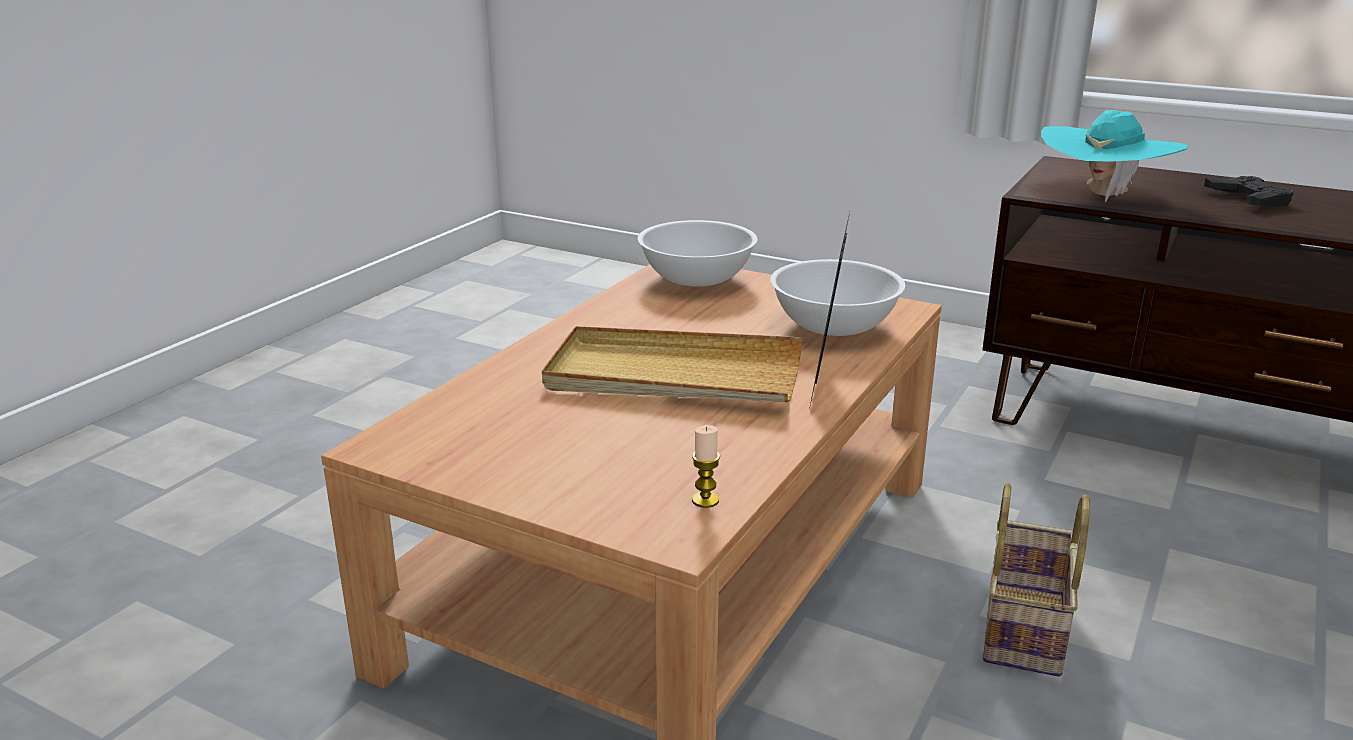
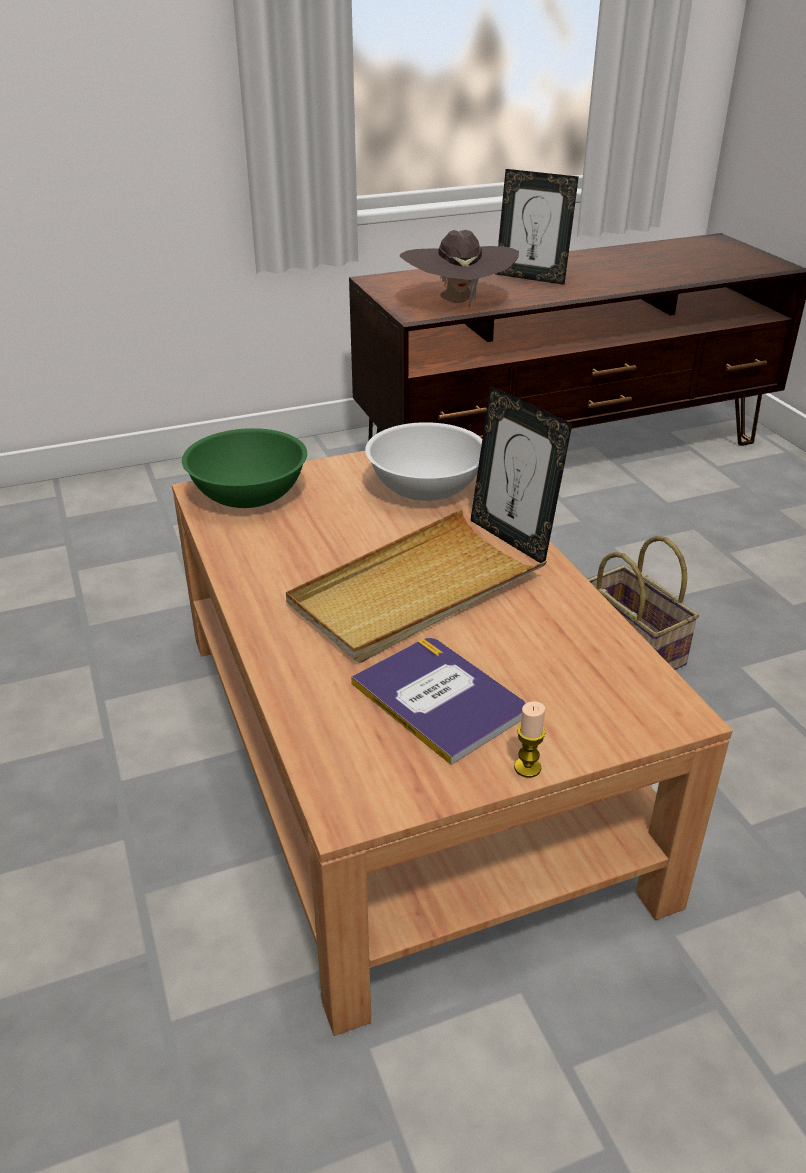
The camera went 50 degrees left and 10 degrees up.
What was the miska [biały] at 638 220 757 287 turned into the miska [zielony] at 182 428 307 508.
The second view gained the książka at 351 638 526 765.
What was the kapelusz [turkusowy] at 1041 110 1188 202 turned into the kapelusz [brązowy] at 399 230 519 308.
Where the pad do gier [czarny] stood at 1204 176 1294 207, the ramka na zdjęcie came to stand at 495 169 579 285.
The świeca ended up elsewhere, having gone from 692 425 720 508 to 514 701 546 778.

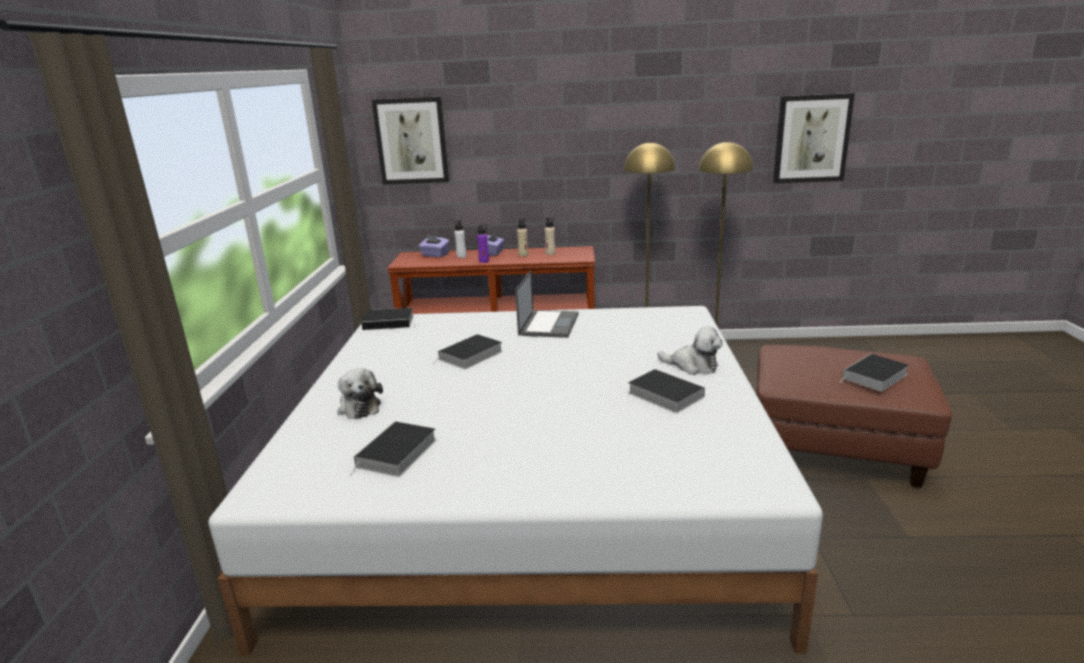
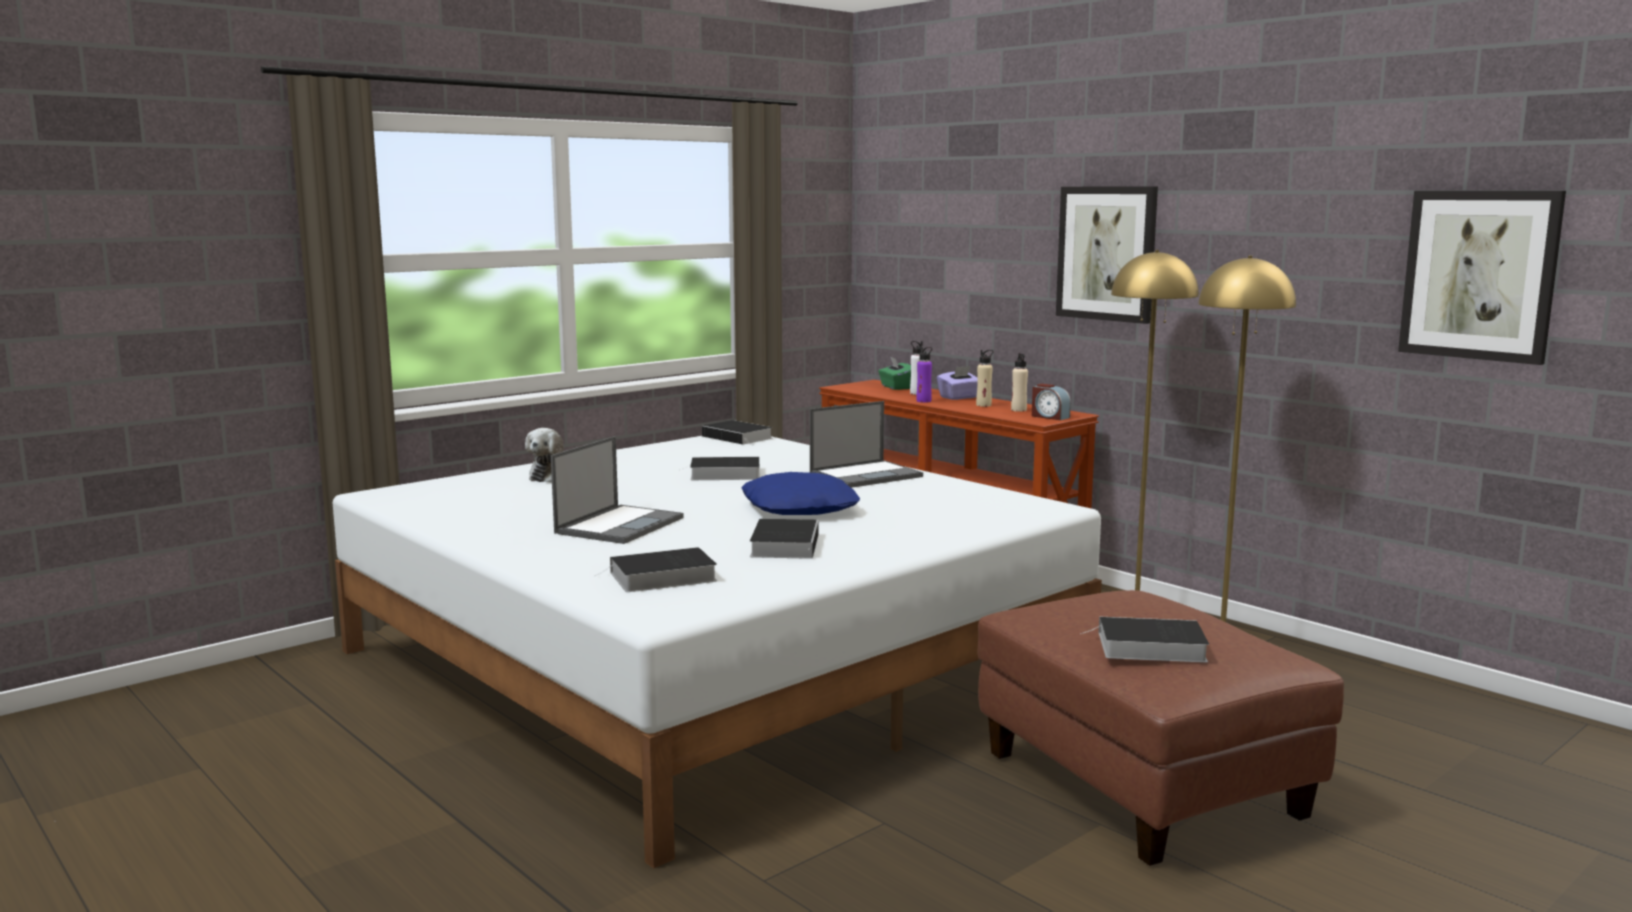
The camera went 45 degrees right and 10 degrees down.
The second view gained the laptop at 551 436 684 544.
The książka ended up elsewhere, having gone from 350 421 436 477 to 594 547 717 592.
The second view gained the poduszka [niebieski] at 741 472 860 515.
What was the pudełko chusteczek [fioletowy] at 418 234 450 257 turned into the pudełko chusteczek [zielony] at 878 357 911 390.
The second view gained the budzik at 1032 384 1071 420.
The obraz ended up elsewhere, having gone from 372 97 449 185 to 1056 186 1158 324.
The second view lost the pluszak at 657 327 723 375.

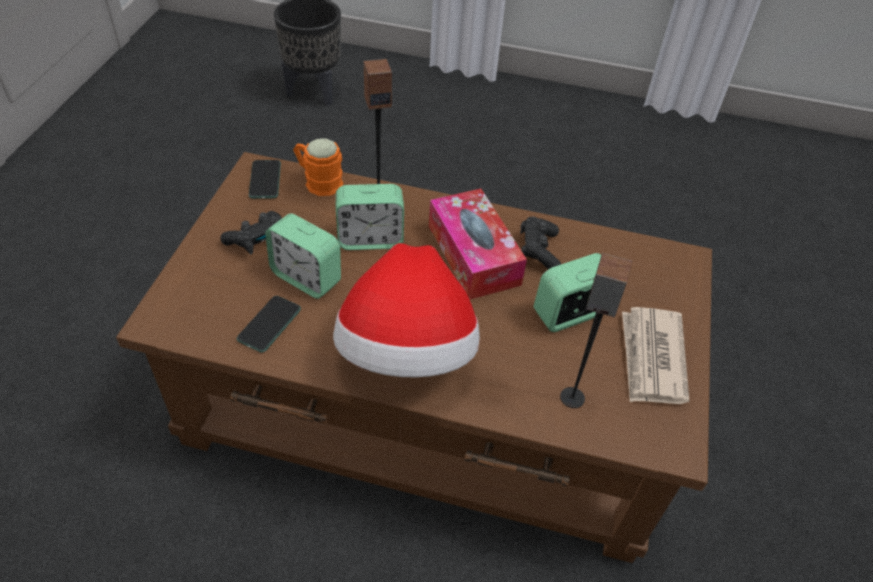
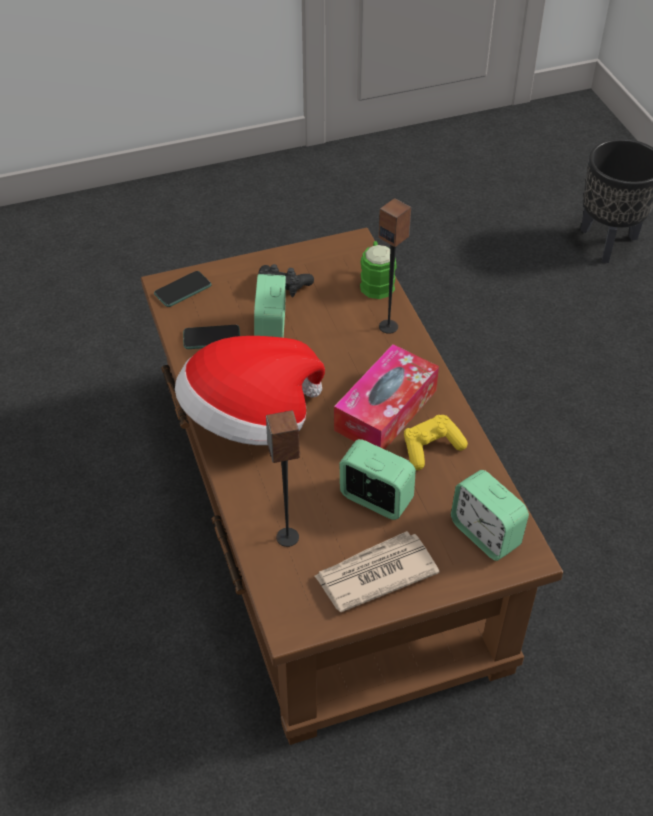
The camera went 60 degrees right and 0 degrees up.
The telefon ended up elsewhere, having gone from 249 160 281 199 to 154 271 212 307.
What was the kubek [pomarańczowy] at 293 138 343 196 turned into the kubek [zielony] at 360 241 396 299.
What was the pad do gier [czarny] at 520 217 561 269 turned into the pad do gier [żółty] at 404 415 468 470.
The budzik ended up elsewhere, having gone from 336 184 404 250 to 451 470 529 561.

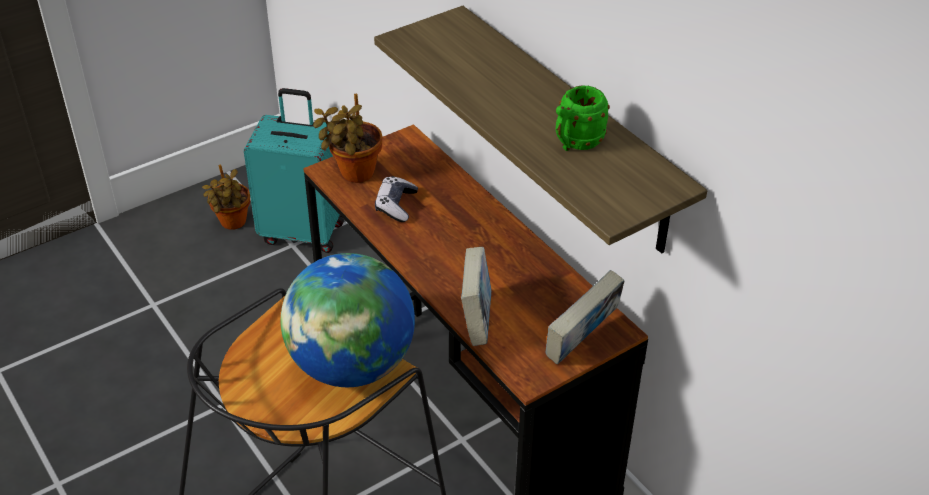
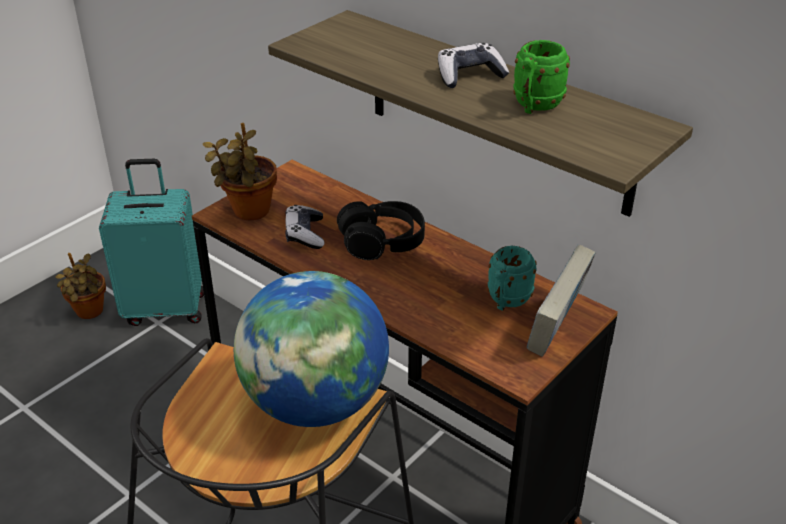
The camera went 15 degrees left and 5 degrees down.
The second view gained the słuchawki [czarny] at 337 201 425 260.
The second view gained the pad do gier at 438 43 509 88.
The second view gained the kubek [turkusowy] at 488 246 537 310.
The second view lost the książka at 461 247 491 346.

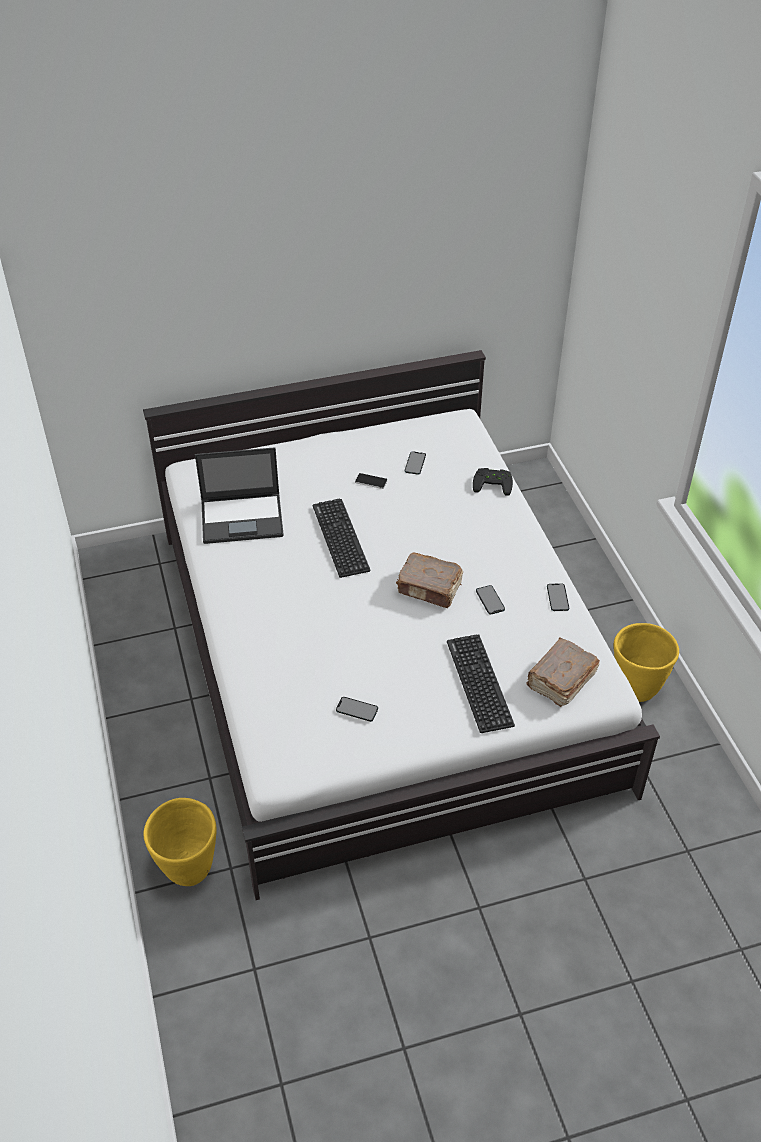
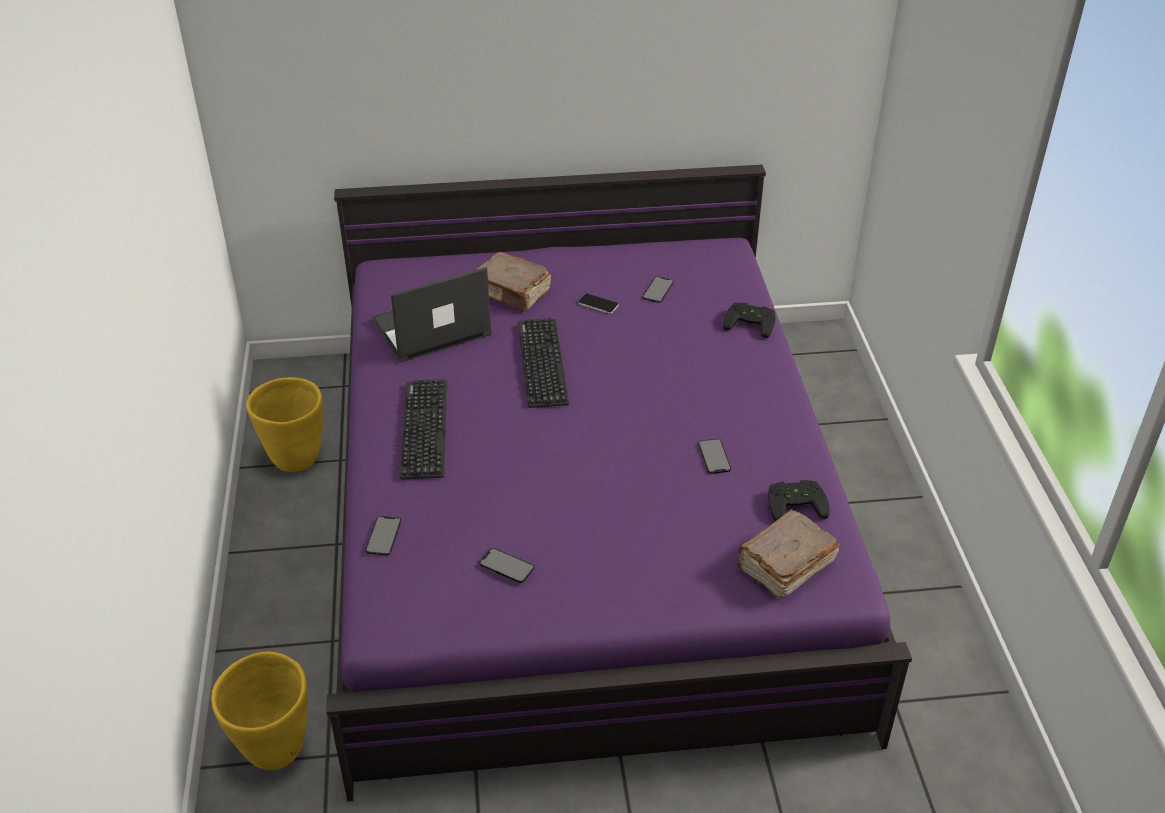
The camera went 10 degrees right and 5 degrees down.
The donica [żółty] ended up elsewhere, having gone from 614 623 679 702 to 246 377 323 472.
What was the łóżko [biały] at 143 350 660 900 turned into the łóżko [fioletowy] at 326 165 912 802.
The telefon ended up elsewhere, having gone from 547 583 569 611 to 366 516 401 556.
The laptop at 195 447 284 544 ended up facing another way, 150 degrees clockwise from before.
The klawiatura ended up elsewhere, having gone from 447 634 515 733 to 400 379 447 479.
The książka [brązowy] ended up elsewhere, having gone from 396 552 463 608 to 477 252 551 312.
The second view gained the pad do gier [czarny] at 768 480 830 521.

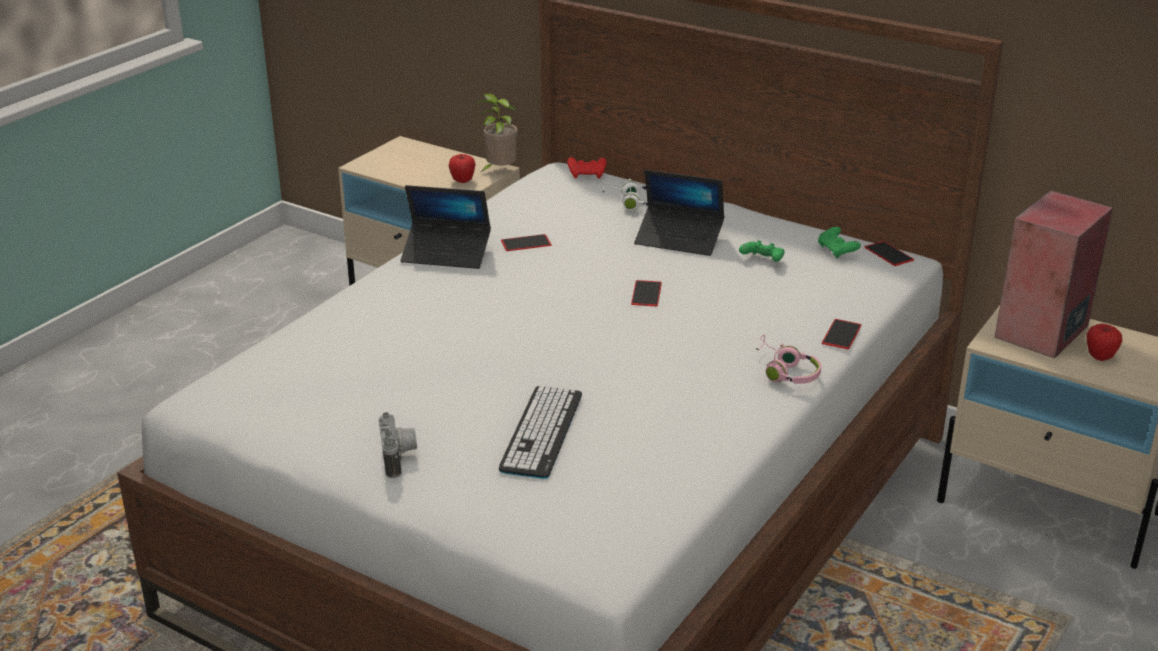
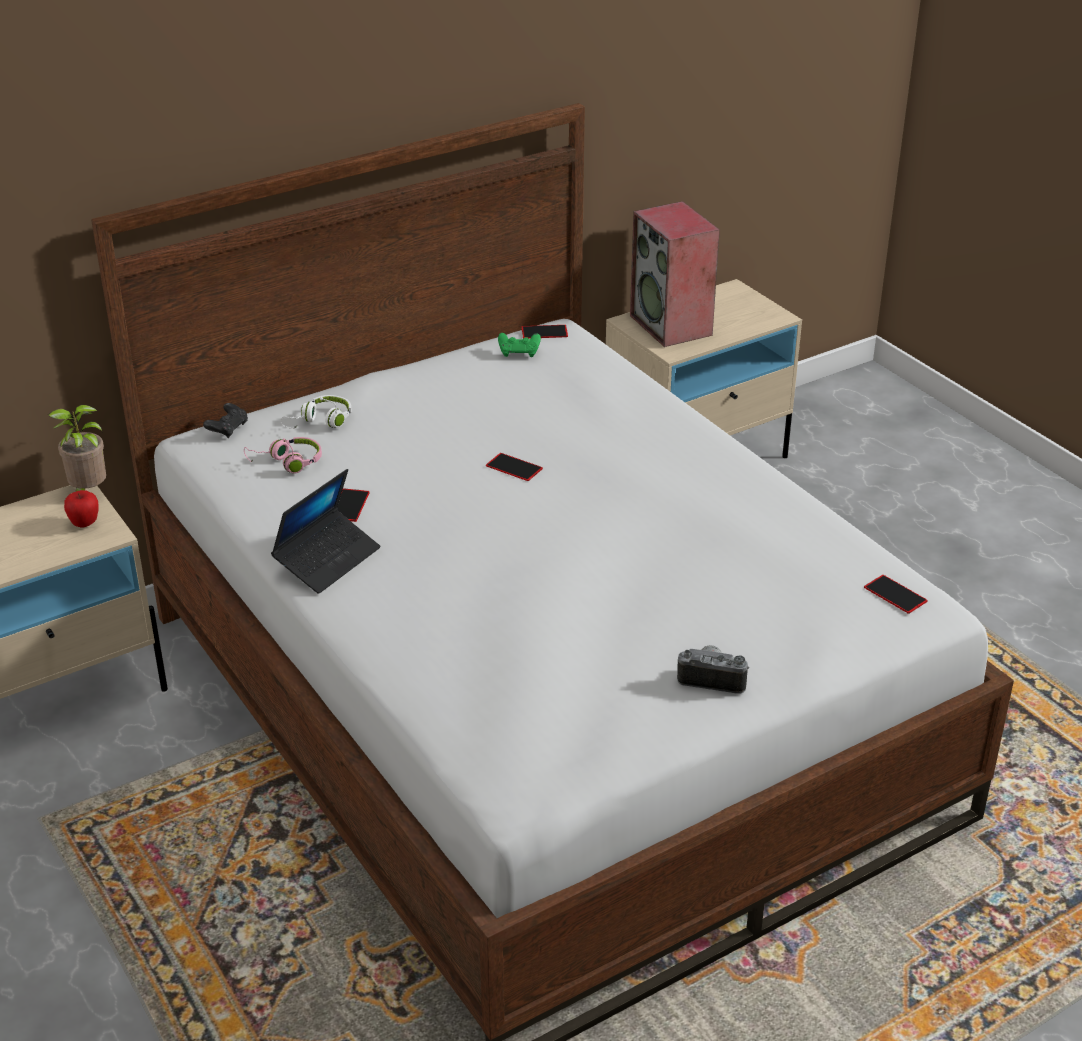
The camera went 65 degrees left and 5 degrees up.
What was the pad do gier [czerwony] at 567 157 606 178 turned into the pad do gier [czarny] at 203 403 248 438.
The słuchawki [różowy] ended up elsewhere, having gone from 756 334 821 384 to 244 437 322 474.
The telefon ended up elsewhere, having gone from 822 319 862 350 to 864 575 928 614.
The second view lost the klawiatura at 499 385 582 479.
The second view lost the laptop at 634 170 724 256.
The second view lost the pad do gier [zielony] at 739 240 784 262.
The second view lost the jabłko at 1086 324 1123 361.

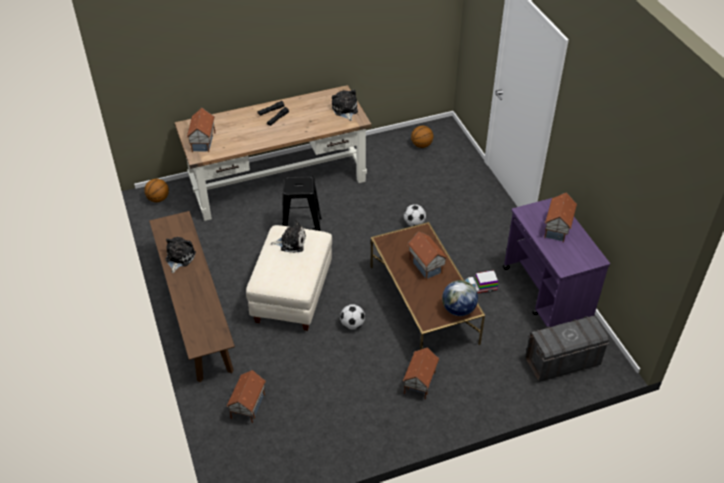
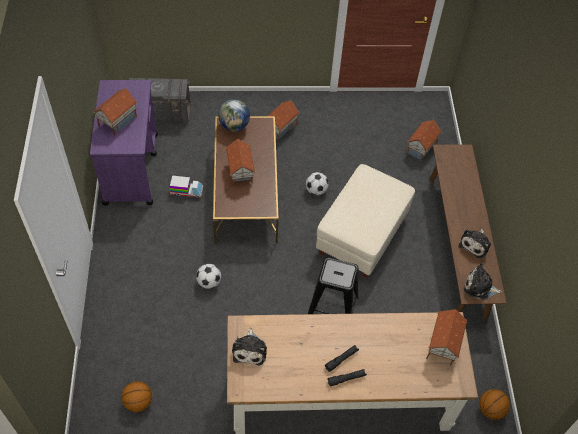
The camera went 165 degrees left and 10 degrees up.
The pluszak ended up elsewhere, having gone from 271 220 306 253 to 464 263 502 300.

